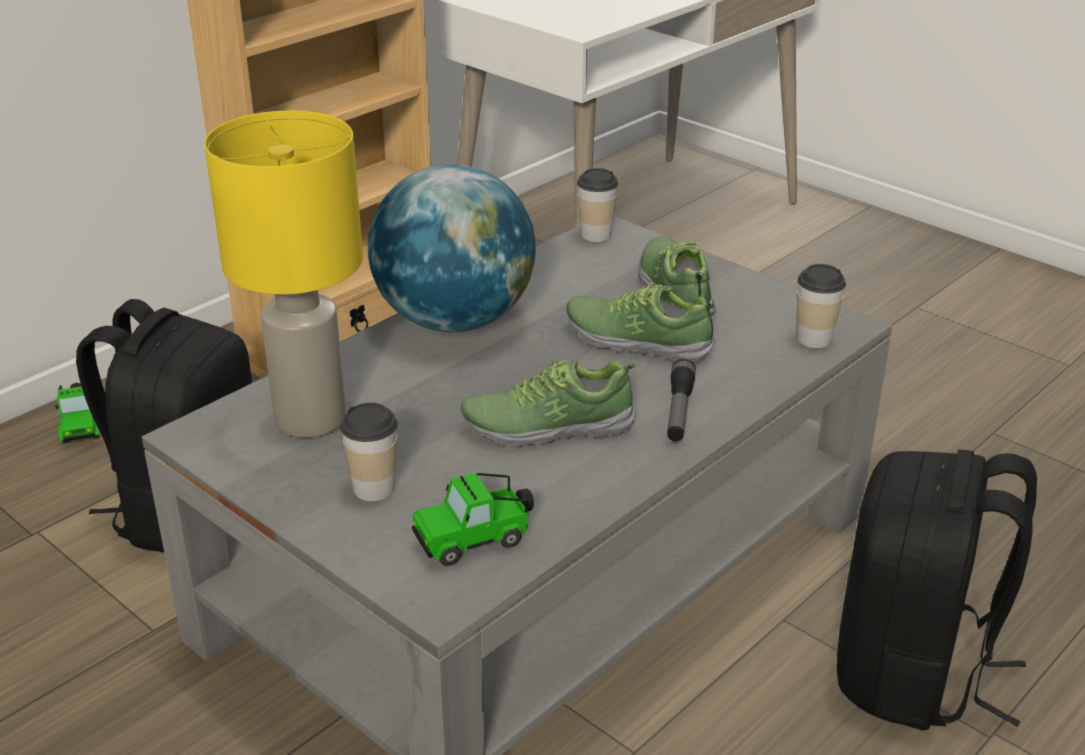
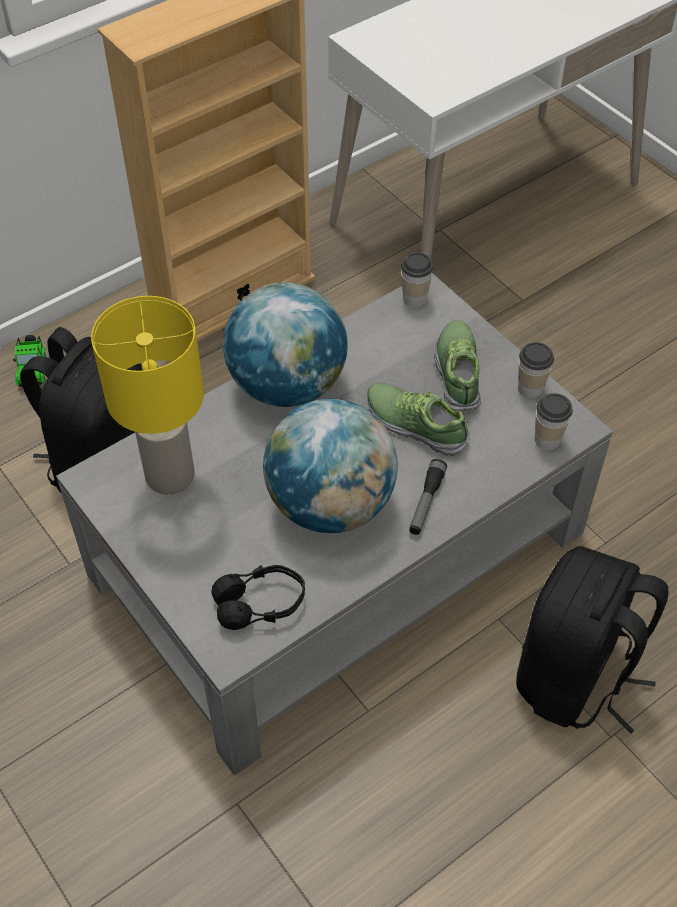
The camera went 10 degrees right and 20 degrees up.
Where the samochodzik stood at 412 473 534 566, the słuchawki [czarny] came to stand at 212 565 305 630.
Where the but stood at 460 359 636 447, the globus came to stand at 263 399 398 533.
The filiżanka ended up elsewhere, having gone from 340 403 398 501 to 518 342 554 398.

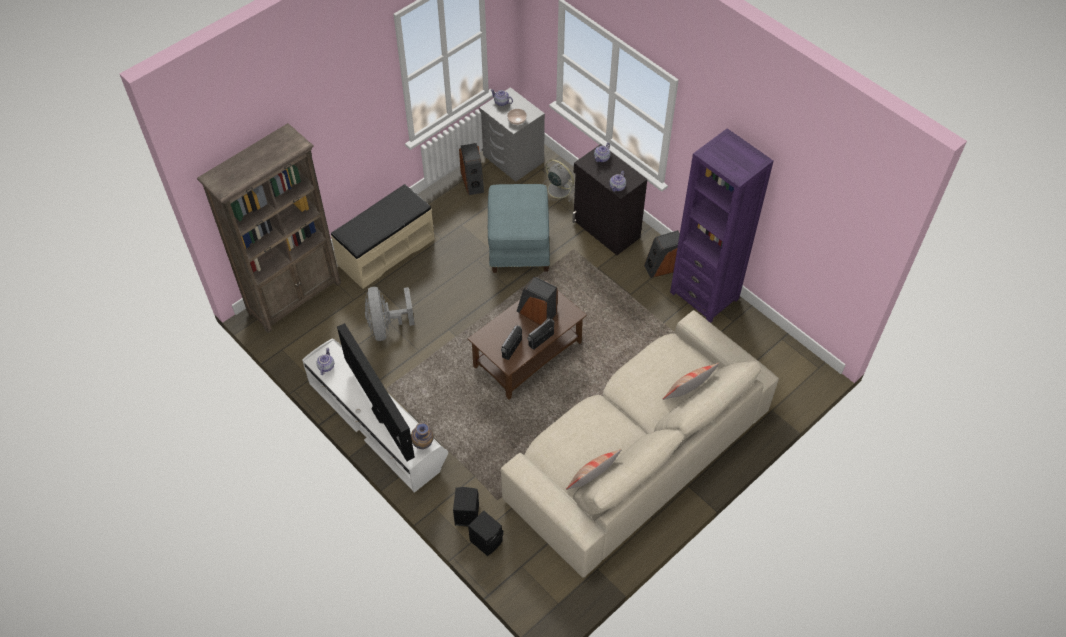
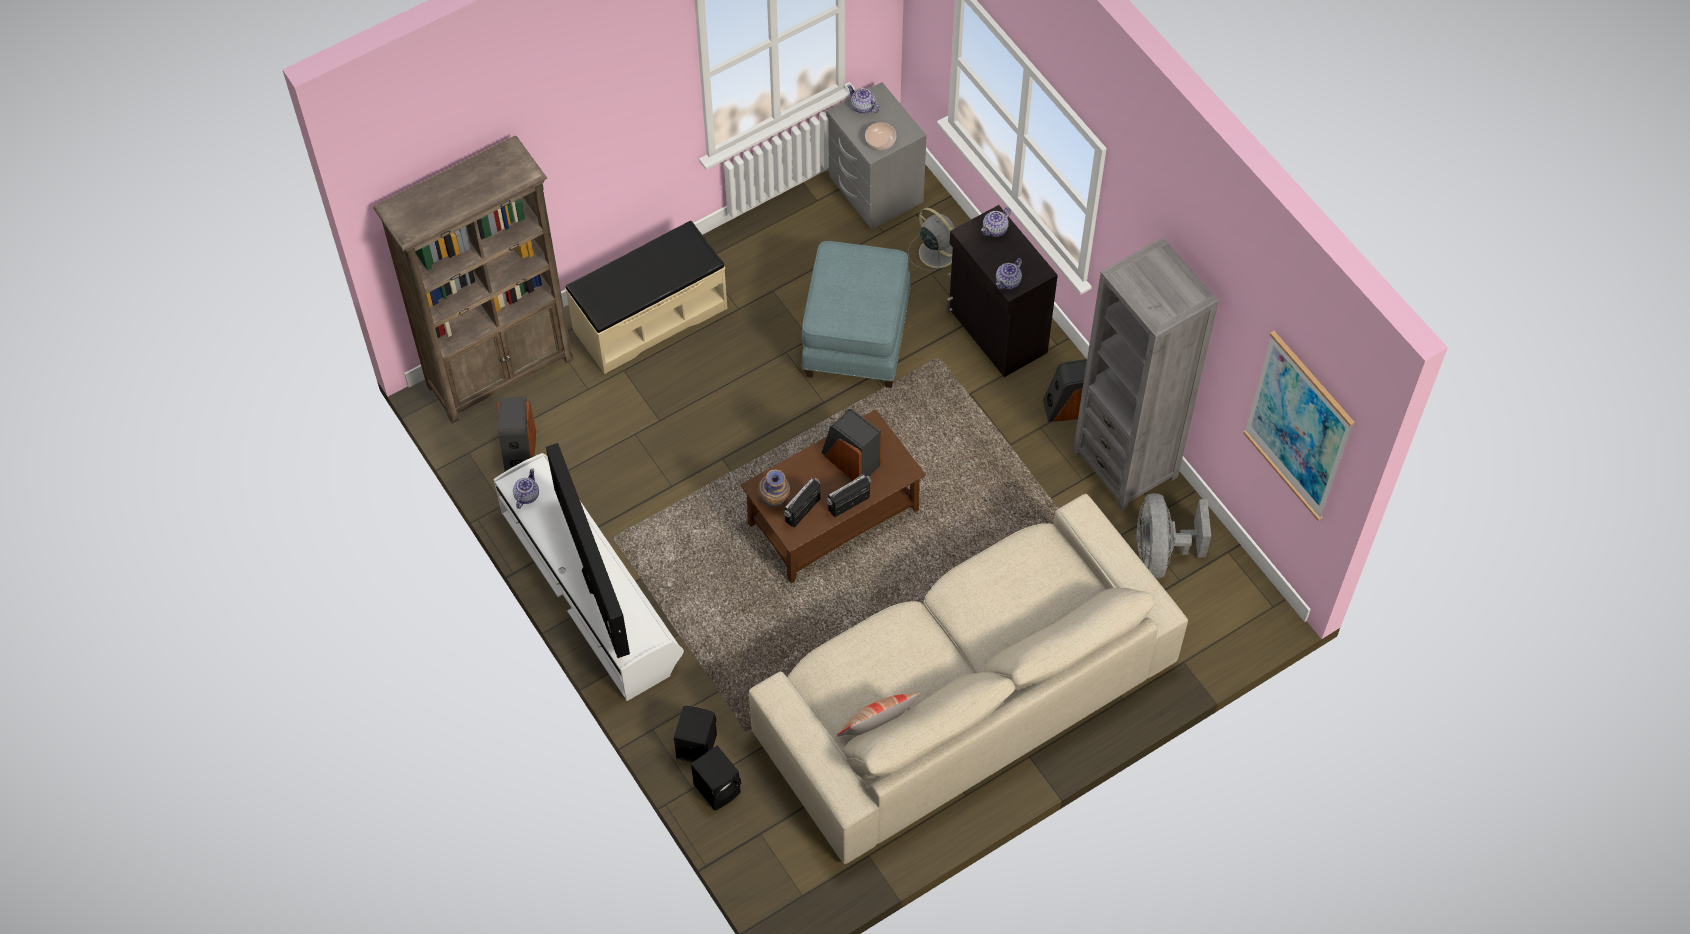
The camera went 10 degrees right and 5 degrees up.
The głośnik ended up elsewhere, having gone from 459 143 484 195 to 496 397 536 471.
The wazon ended up elsewhere, having gone from 411 423 434 449 to 758 469 791 507.
What was the regał [fioletowy] at 670 129 773 323 turned into the regał [szary] at 1073 237 1219 510.
The wentylator [szary] ended up elsewhere, having gone from 365 287 415 341 to 1136 493 1211 579.
The second view gained the obraz at 1243 331 1355 521.
The second view lost the poduszka at 663 363 719 400.

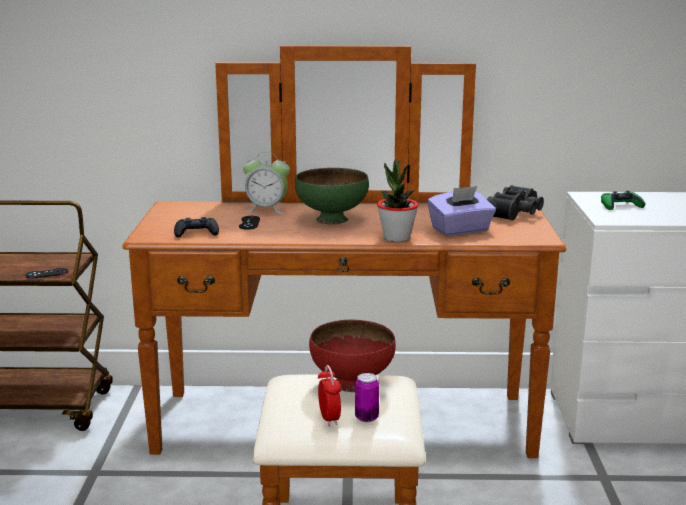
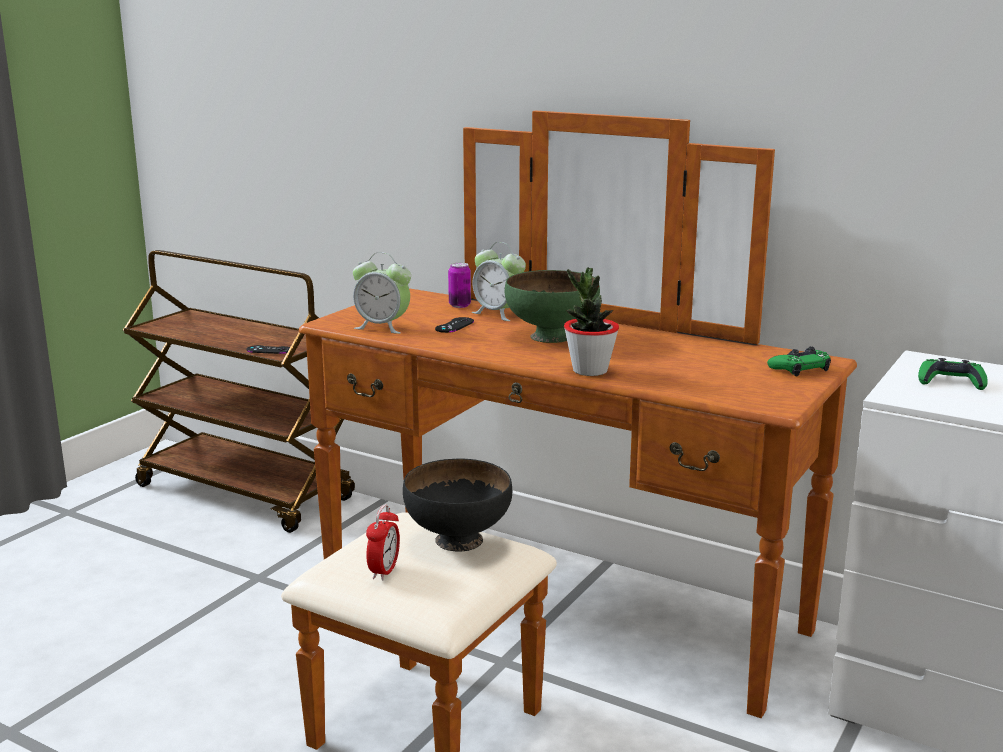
The camera went 30 degrees right and 0 degrees up.
Where the pad do gier [czarny] stood at 174 217 219 238, the budzik came to stand at 353 252 411 334.
What was the miska [czerwony] at 309 320 396 392 turned into the miska [czarny] at 403 459 512 552.
The puszka ended up elsewhere, having gone from 355 373 379 422 to 448 262 471 308.
Where the lornetka [czarny] stood at 487 185 544 221, the pad do gier [zielony] came to stand at 767 346 831 376.
The second view lost the pudełko chusteczek [fioletowy] at 427 186 496 236.

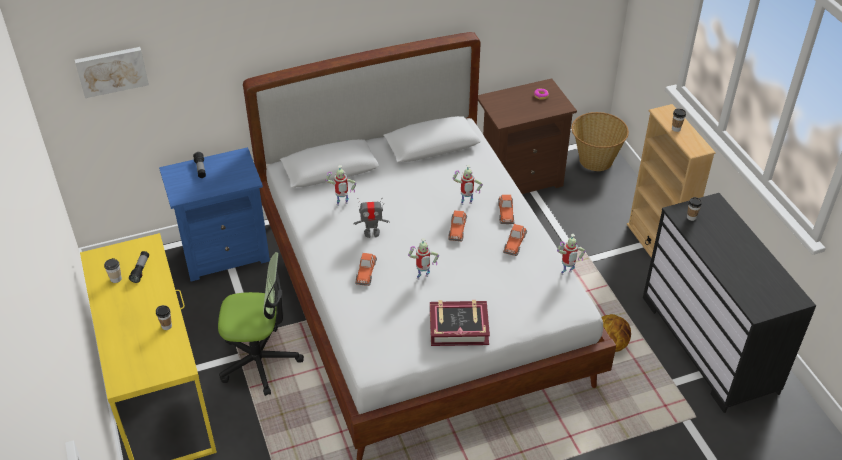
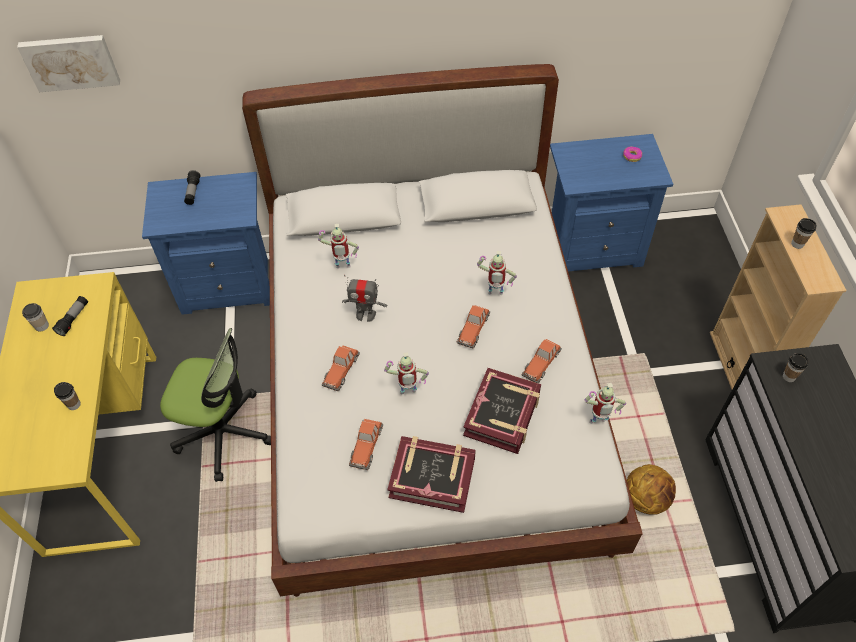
The camera went 15 degrees right and 10 degrees up.
The samochodzik ended up elsewhere, having gone from 498 194 514 224 to 349 419 383 470.
The second view gained the książka at 463 368 541 454.
What was the szafka nocna [brązowy] at 478 78 577 194 turned into the szafka nocna [niebieski] at 550 134 673 271.
The second view lost the koszyk at 572 112 629 171.

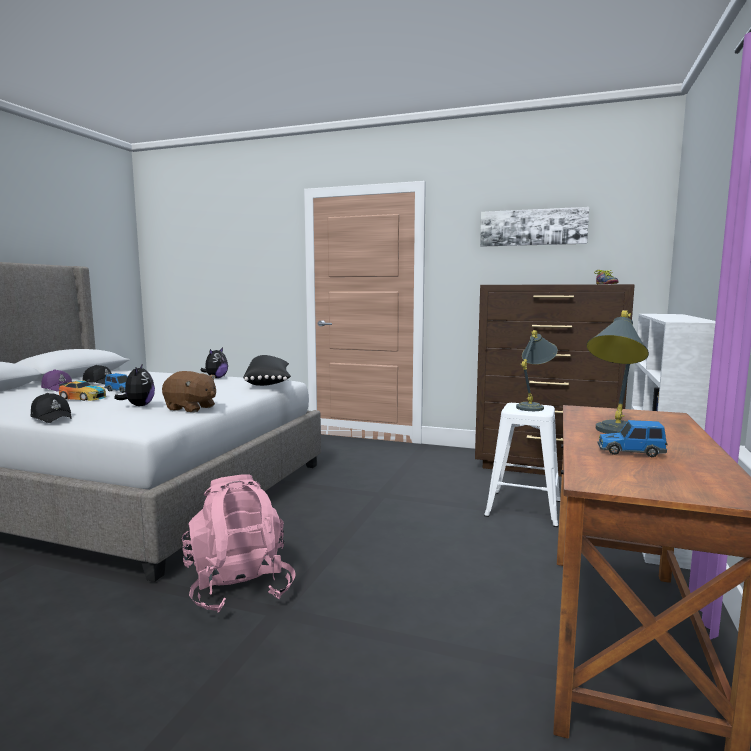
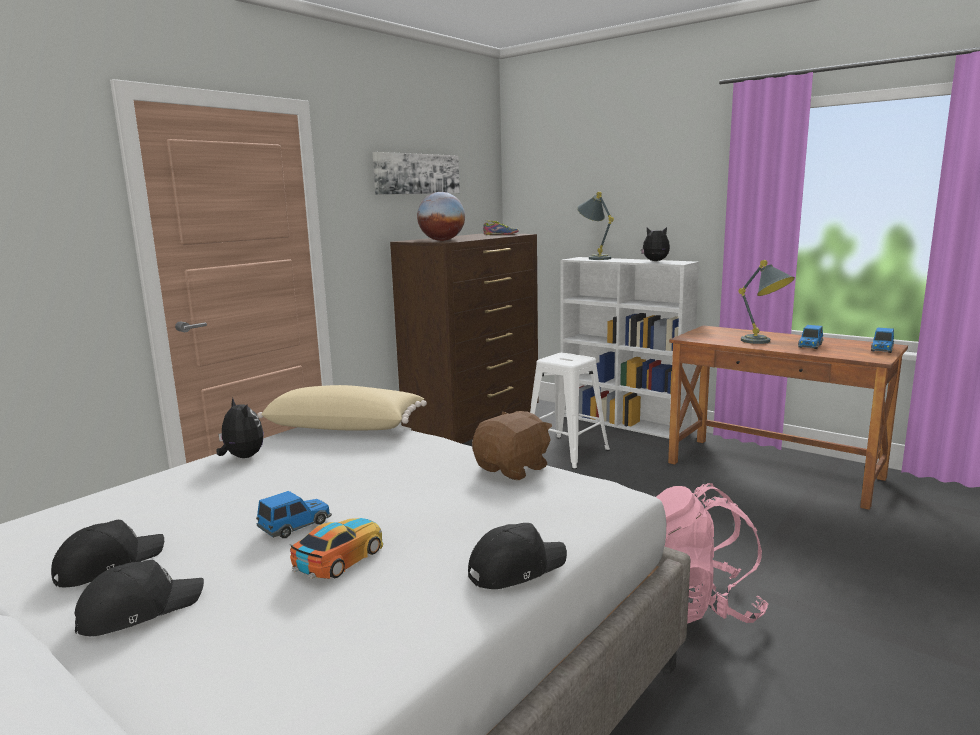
The camera went 70 degrees left and 5 degrees up.
What was the czapka z daszkiem [fioletowy] at 41 370 72 392 turned into the czapka z daszkiem [czarny] at 75 560 204 636.
What was the poduszka [czarny] at 243 355 291 386 turned into the poduszka [beżowy] at 257 385 427 430.
The second view gained the globus at 417 192 465 241.
The lampa stołowa [szary] ended up elsewhere, having gone from 516 330 558 411 to 577 192 614 260.
The pluszak ended up elsewhere, having gone from 114 363 155 406 to 641 227 670 261.
The second view gained the samochodzik at 871 327 894 353.

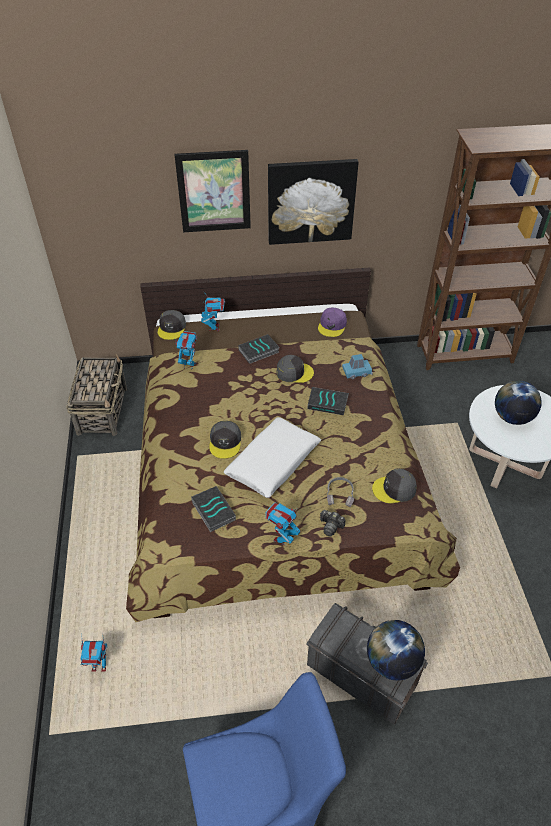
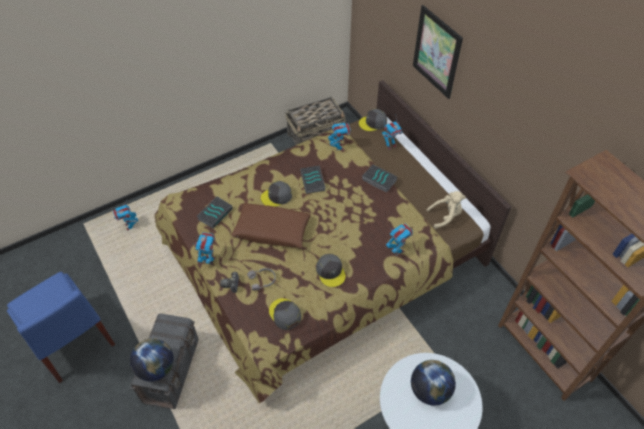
The camera went 65 degrees right and 5 degrees up.
What was the poduszka [biały] at 224 417 321 498 turned into the poduszka [brązowy] at 231 203 311 248.
The książka ended up elsewhere, having gone from 308 387 349 415 to 300 165 326 194.
The czapka z daszkiem [szary] ended up elsewhere, having gone from 277 355 314 383 to 316 254 346 287.
Where the samochodzik [niebieski] stood at 342 354 373 379, the robot zabawkowy came to stand at 386 224 412 255.
Where the czapka z daszkiem [fioletowy] stood at 318 308 347 337, the pluszak [beżowy] came to stand at 426 191 466 229.
The second view lost the obraz at 268 159 359 245.

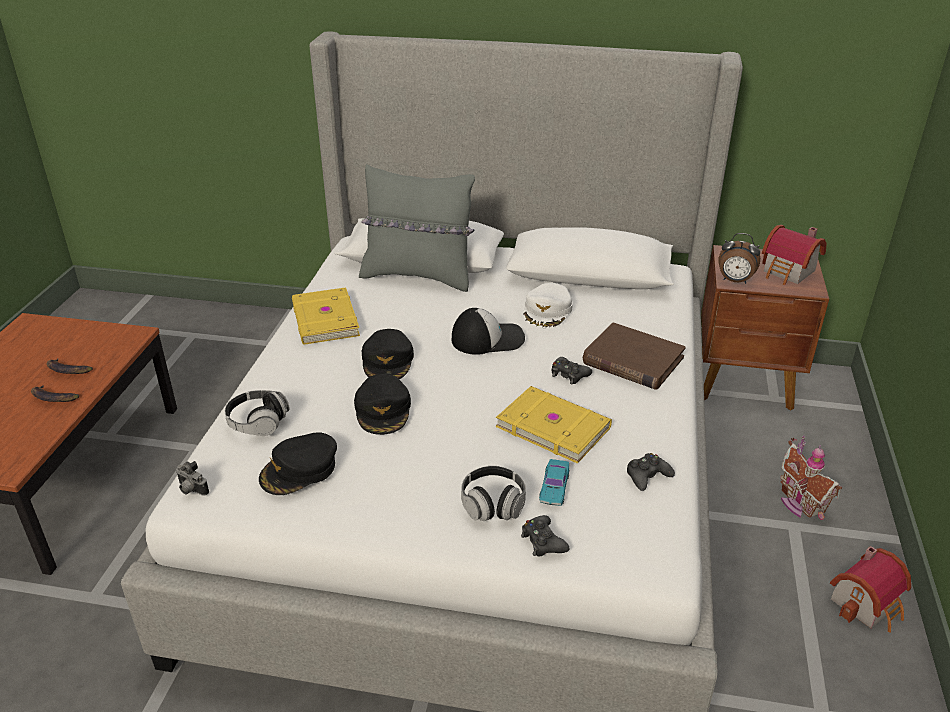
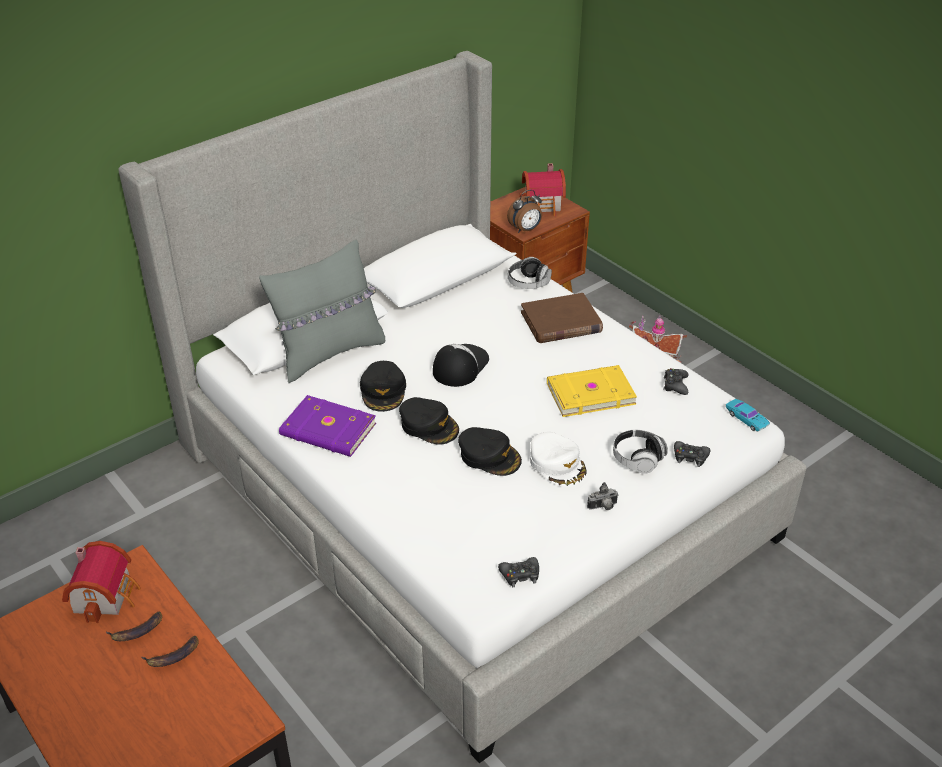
The camera went 50 degrees left and 5 degrees up.
The domek ended up elsewhere, having gone from 830 546 911 633 to 62 541 141 623.
What was the książka [żółty] at 292 287 360 345 turned into the książka [fioletowy] at 279 395 376 457.
The czapka z daszkiem [czarny] ended up elsewhere, having gone from 259 432 337 495 to 360 361 406 412.
The pad do gier [czarny] ended up elsewhere, having gone from 552 357 592 384 to 498 557 539 587.
The słuchawki ended up elsewhere, having gone from 225 390 289 436 to 508 257 552 289.
The czapka z daszkiem [biały] ended up elsewhere, having gone from 523 283 573 328 to 530 432 587 487.
The aparat fotograficzny ended up elsewhere, having gone from 176 461 209 496 to 587 482 619 510.
The samochodzik [turkusowy] ended up elsewhere, having gone from 539 459 569 506 to 726 399 770 431.

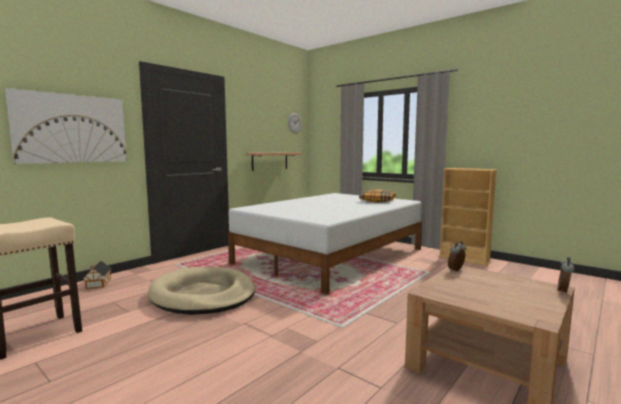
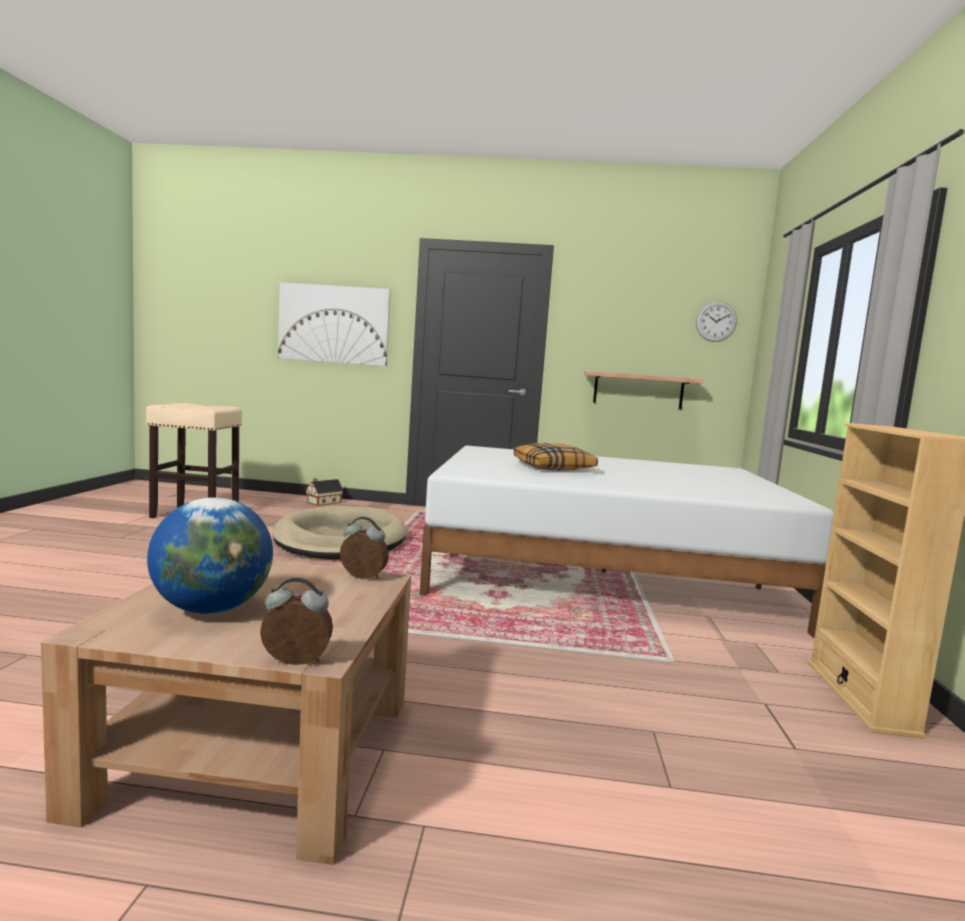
The camera went 55 degrees right and 0 degrees up.
The second view gained the globus at 147 497 273 614.
The poduszka ended up elsewhere, having gone from 359 190 396 203 to 514 443 598 470.

